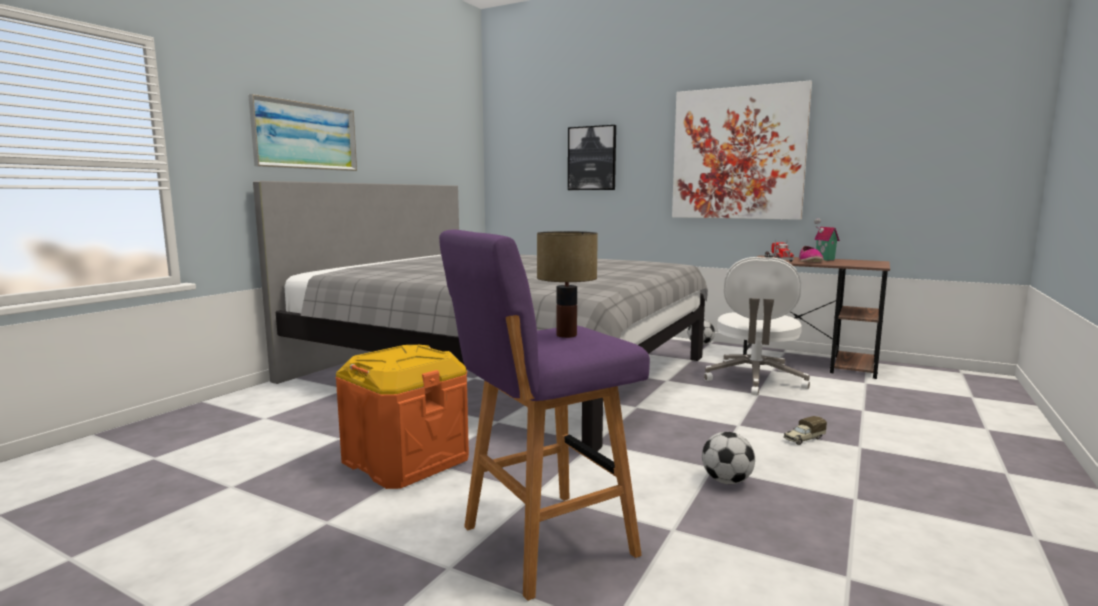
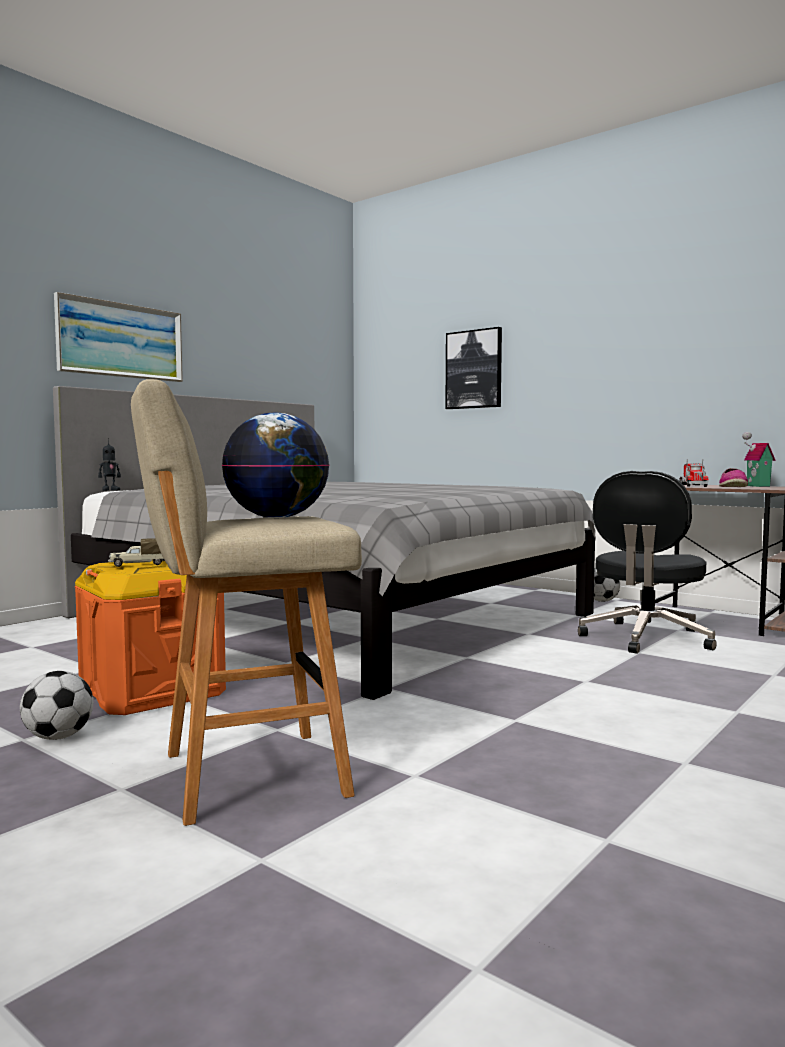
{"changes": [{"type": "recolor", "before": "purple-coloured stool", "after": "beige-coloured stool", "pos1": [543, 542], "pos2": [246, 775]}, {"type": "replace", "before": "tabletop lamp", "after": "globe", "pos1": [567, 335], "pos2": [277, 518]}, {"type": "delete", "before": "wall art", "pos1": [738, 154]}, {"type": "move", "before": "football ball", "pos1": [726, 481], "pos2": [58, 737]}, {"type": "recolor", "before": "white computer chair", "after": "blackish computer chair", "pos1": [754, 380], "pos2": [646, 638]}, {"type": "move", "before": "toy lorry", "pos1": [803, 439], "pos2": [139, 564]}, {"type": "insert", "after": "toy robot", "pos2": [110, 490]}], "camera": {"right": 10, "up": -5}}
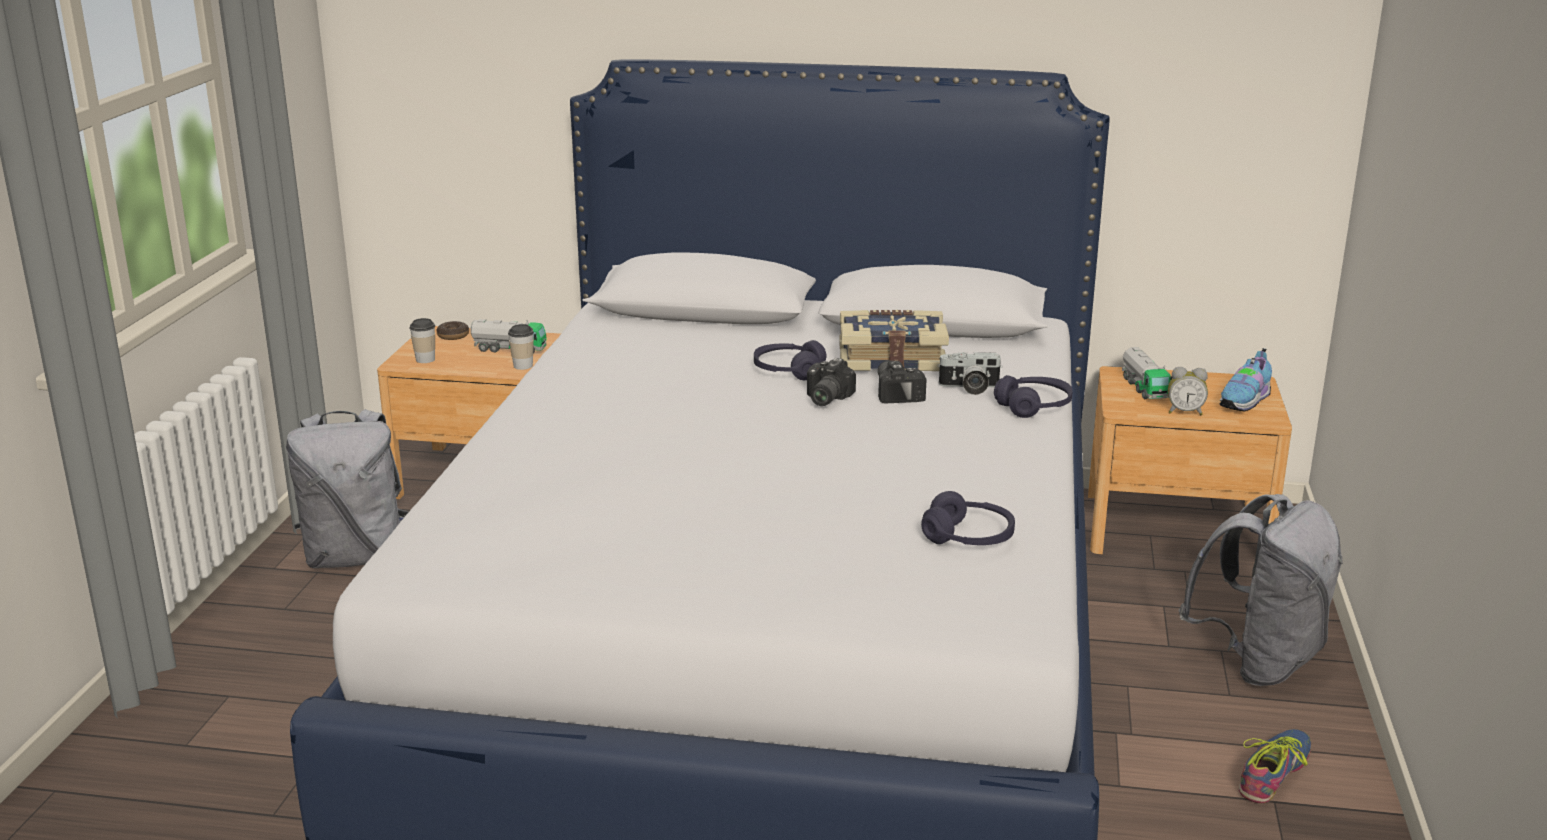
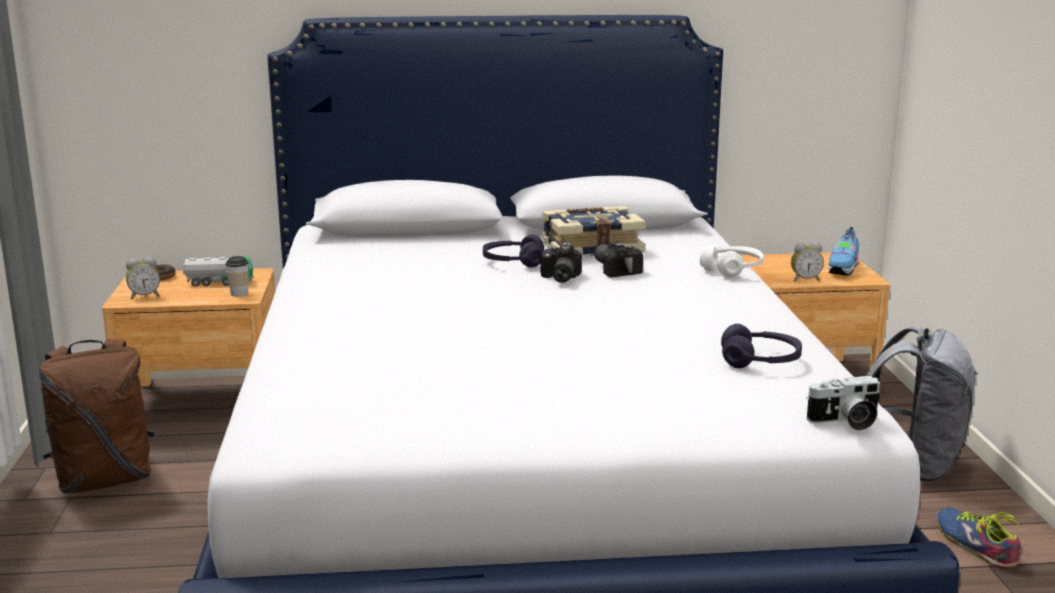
{"changes": [{"type": "recolor", "before": "grey rucksack", "after": "brown rucksack", "pos1": [356, 557], "pos2": [104, 480]}, {"type": "replace", "before": "cup", "after": "bedside clock", "pos1": [425, 359], "pos2": [144, 296]}, {"type": "move", "before": "photo camera", "pos1": [969, 388], "pos2": [845, 422]}, {"type": "recolor", "before": "purple-coloured headphones", "after": "white headphones", "pos1": [1033, 406], "pos2": [731, 269]}, {"type": "delete", "before": "toy lorry", "pos1": [1144, 388]}, {"type": "rotate", "before": "low shoe", "pos1": [1273, 773], "pos2": [974, 545], "turn": -45}], "camera": {"right": -15, "up": -5}}
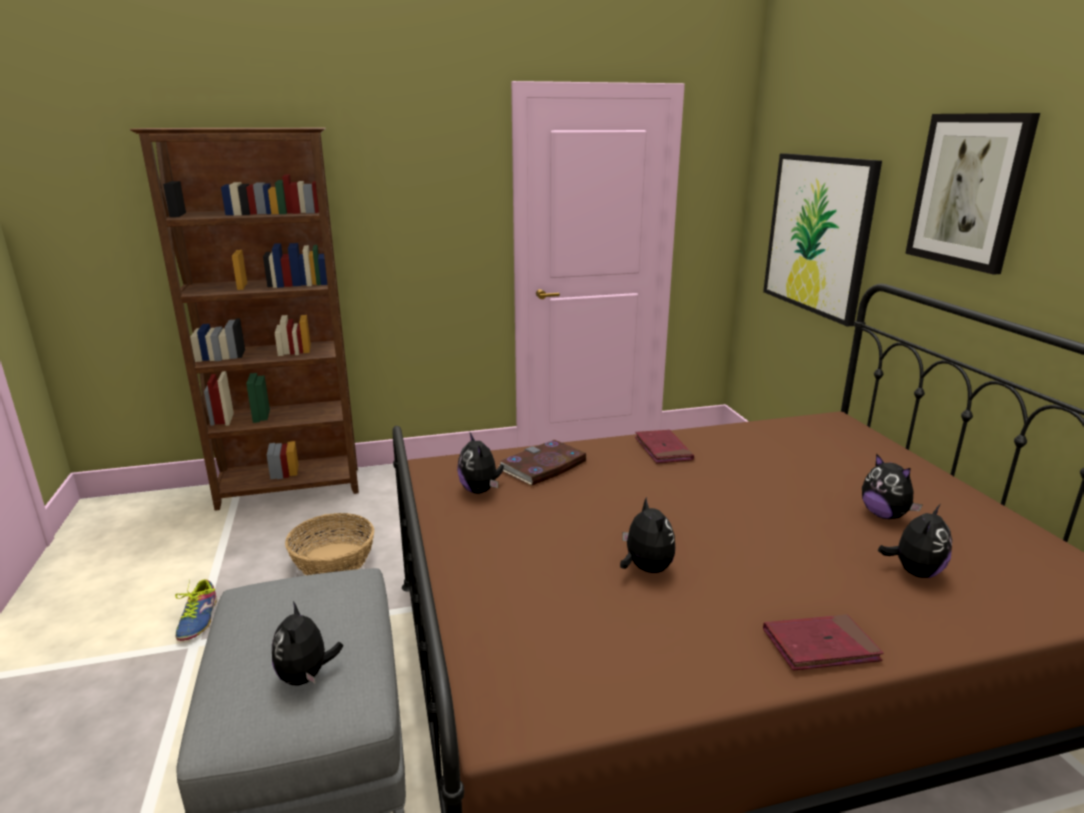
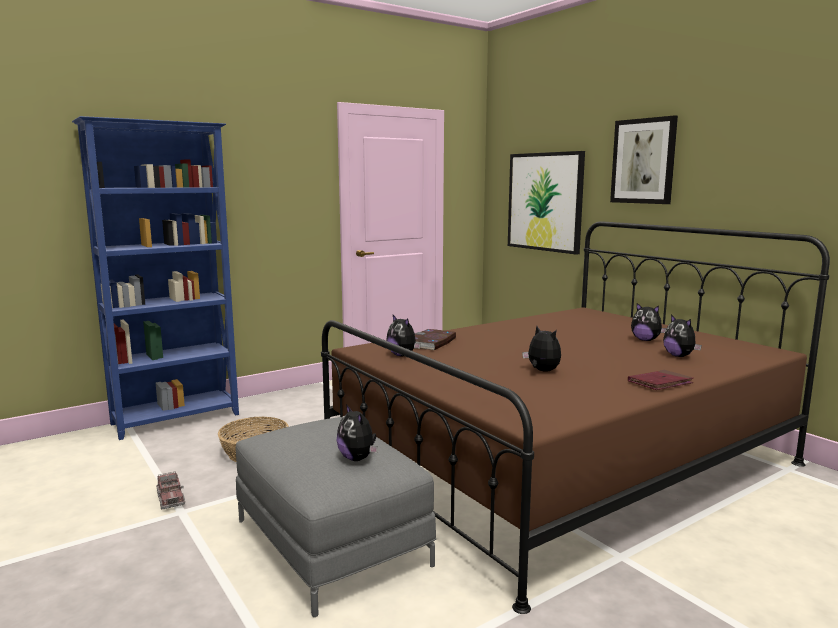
{"changes": [{"type": "recolor", "before": "brown bookshelf", "after": "bluish bookshelf", "pos1": [291, 489], "pos2": [177, 419]}, {"type": "replace", "before": "low shoe", "after": "toy lorry", "pos1": [198, 619], "pos2": [170, 499]}, {"type": "delete", "before": "red-coloured book", "pos1": [663, 449]}, {"type": "rotate", "before": "cuddly toy", "pos1": [914, 571], "pos2": [679, 356], "turn": 135}], "camera": {"right": -20, "up": -10}}
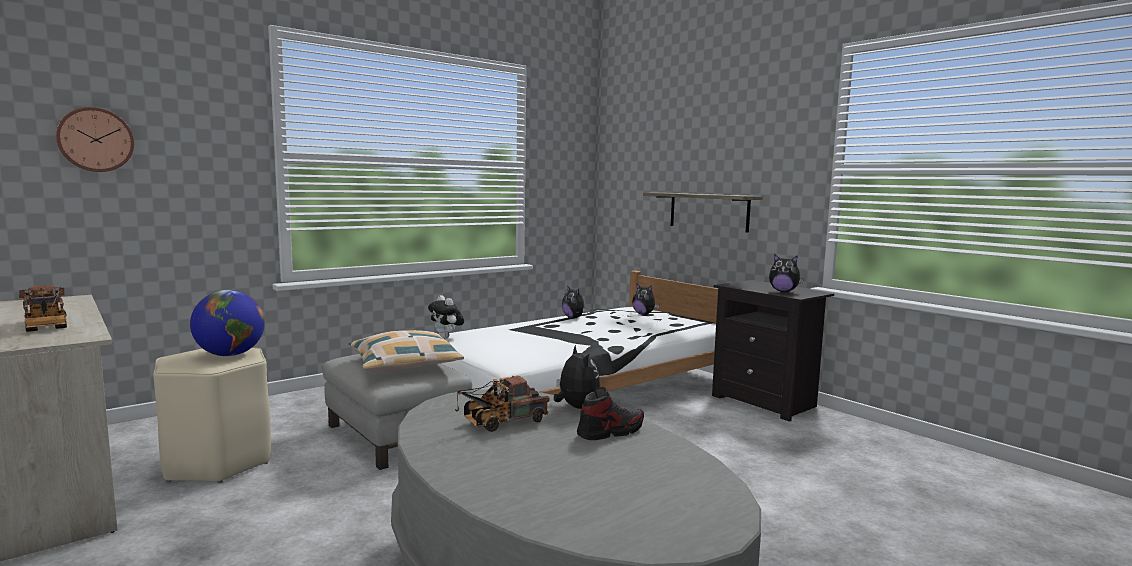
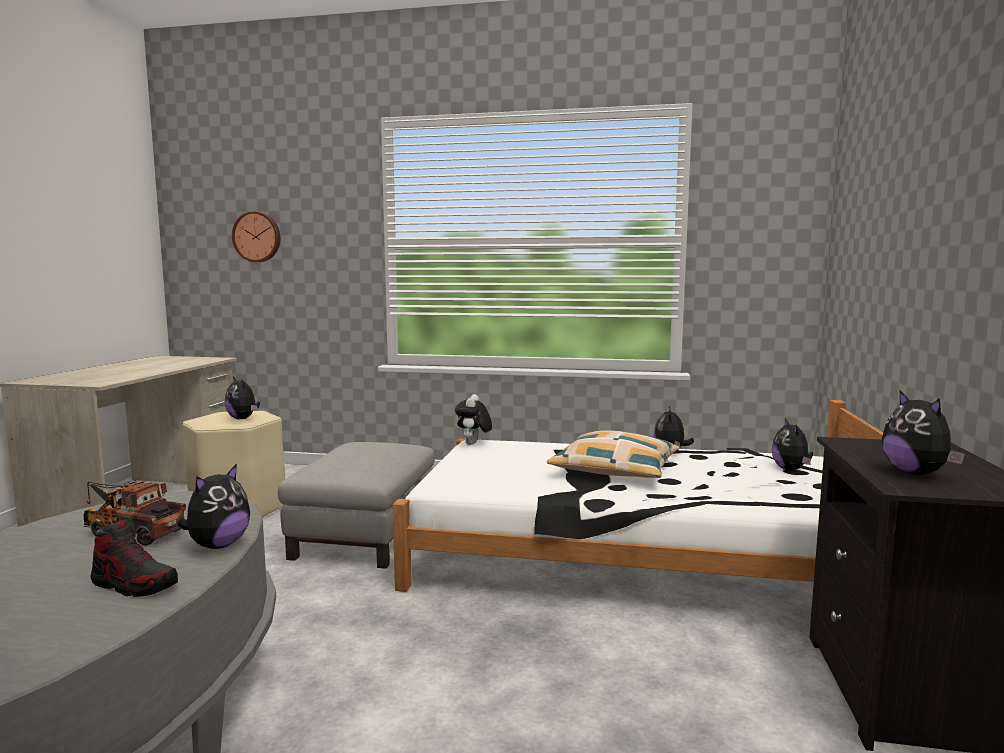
{"changes": [{"type": "delete", "before": "toy lorry", "pos1": [45, 326]}, {"type": "replace", "before": "globe", "after": "cuddly toy", "pos1": [230, 355], "pos2": [243, 418]}, {"type": "move", "before": "cushion", "pos1": [404, 364], "pos2": [614, 469]}, {"type": "delete", "before": "shelf", "pos1": [708, 211]}], "camera": {"right": 50, "up": 0}}
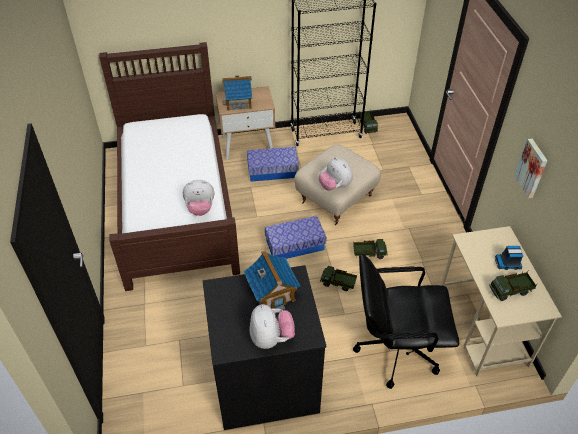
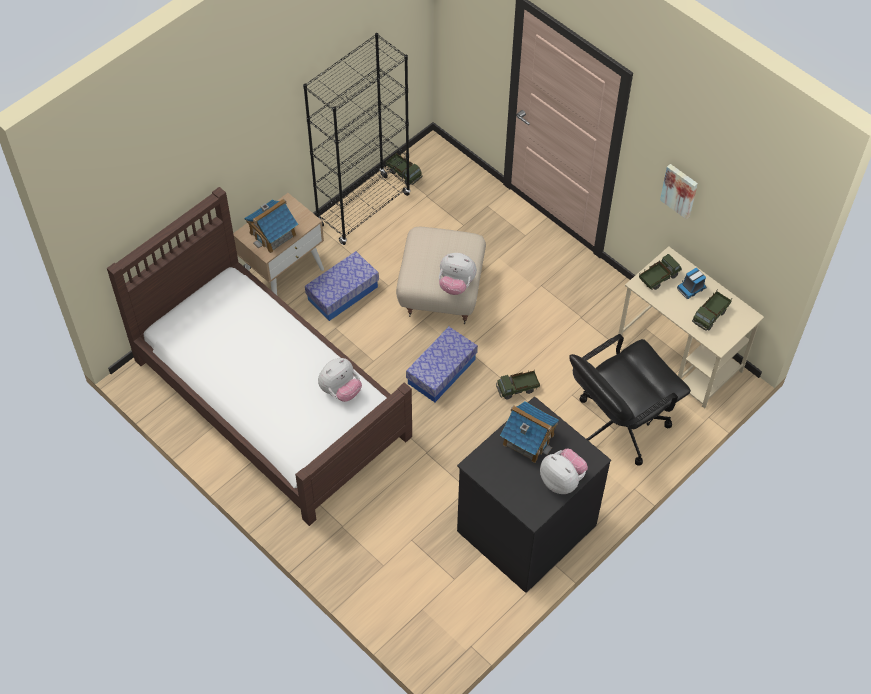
{"changes": [{"type": "move", "before": "toy lorry", "pos1": [369, 254], "pos2": [658, 278]}], "camera": {"right": -35, "up": 10}}
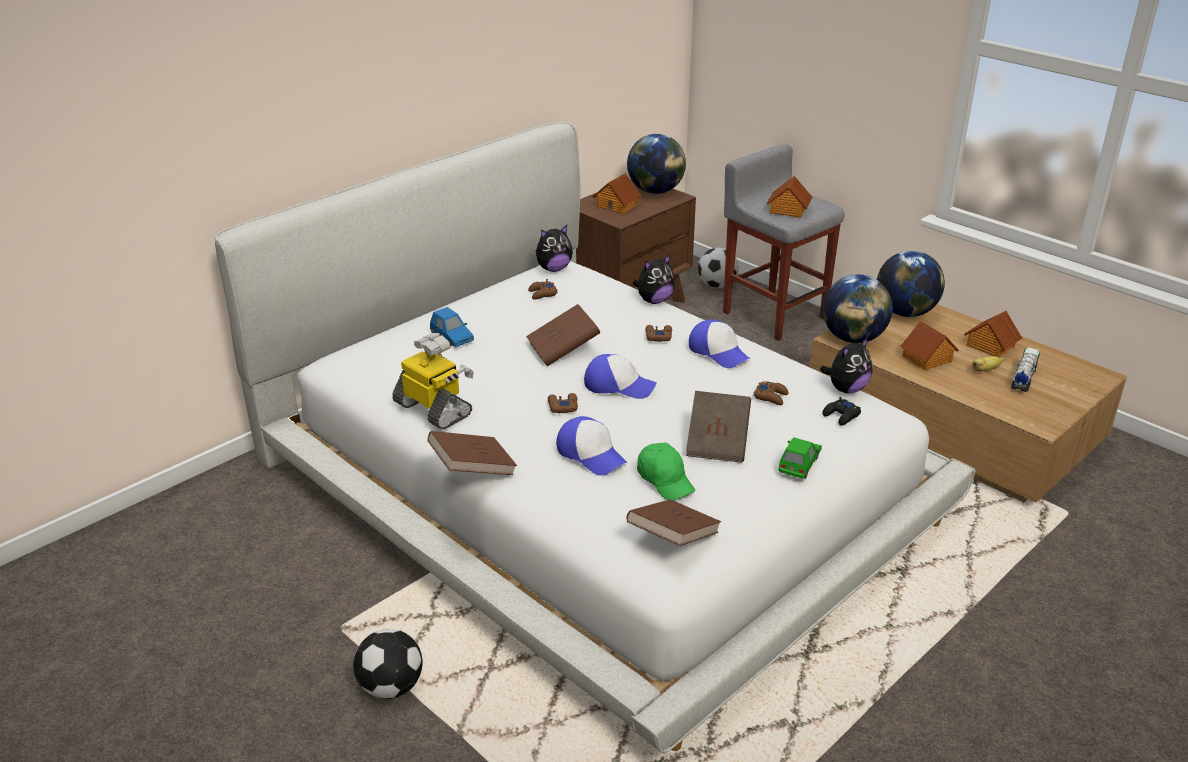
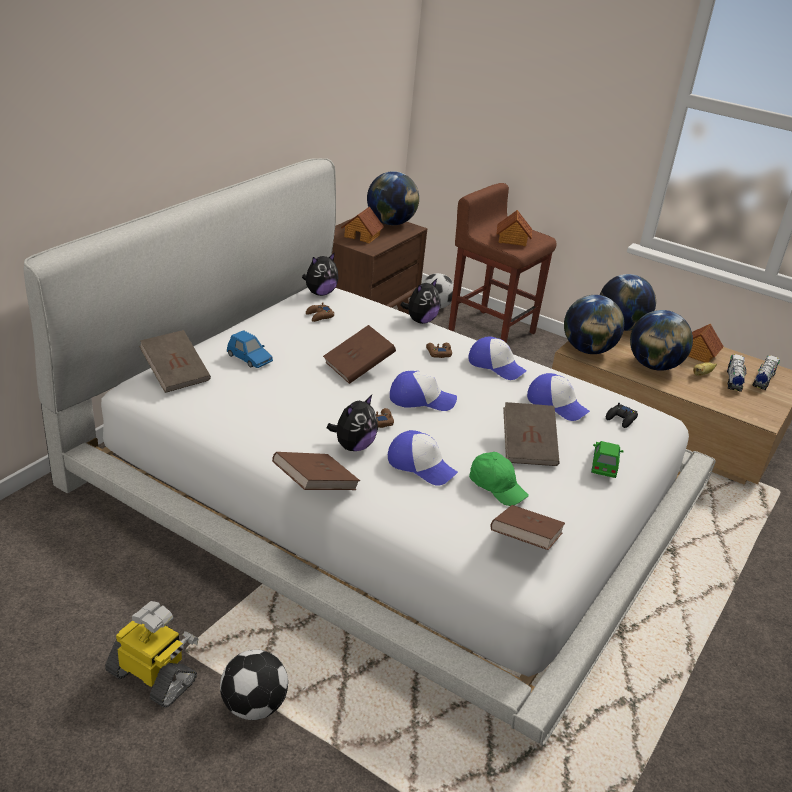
{"changes": [{"type": "move", "before": "toy robot", "pos1": [434, 409], "pos2": [153, 677]}, {"type": "recolor", "before": "grey stool", "after": "brown stool", "pos1": [773, 314], "pos2": [490, 330]}, {"type": "replace", "before": "brown joypad", "after": "baseball cap", "pos1": [771, 396], "pos2": [556, 404]}, {"type": "move", "before": "cuddly toy", "pos1": [846, 389], "pos2": [353, 446]}, {"type": "replace", "before": "toy house", "after": "globe", "pos1": [927, 359], "pos2": [653, 366]}, {"type": "insert", "after": "brown book", "pos2": [175, 375]}, {"type": "insert", "after": "toy lorry", "pos2": [763, 380]}], "camera": {"right": -15, "up": 0}}
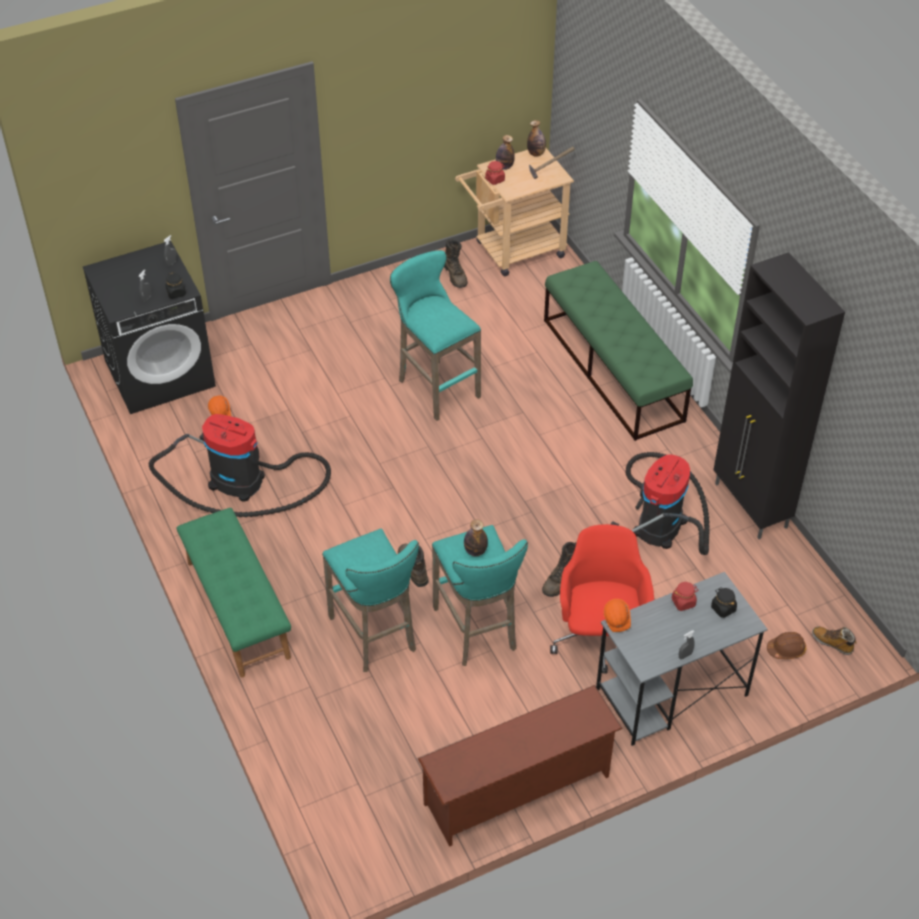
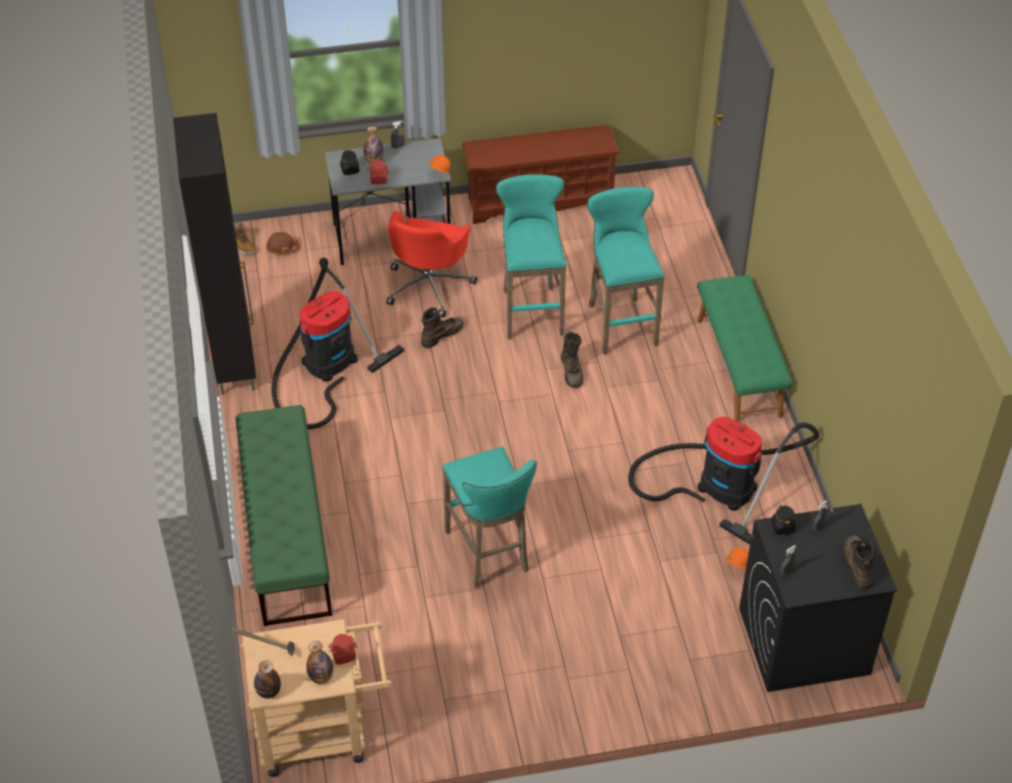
{"changes": [{"type": "move", "before": "brown tall boot", "pos1": [455, 275], "pos2": [856, 565]}, {"type": "move", "before": "beverage bottle", "pos1": [475, 551], "pos2": [374, 161]}], "camera": {"right": -165, "up": 0}}
